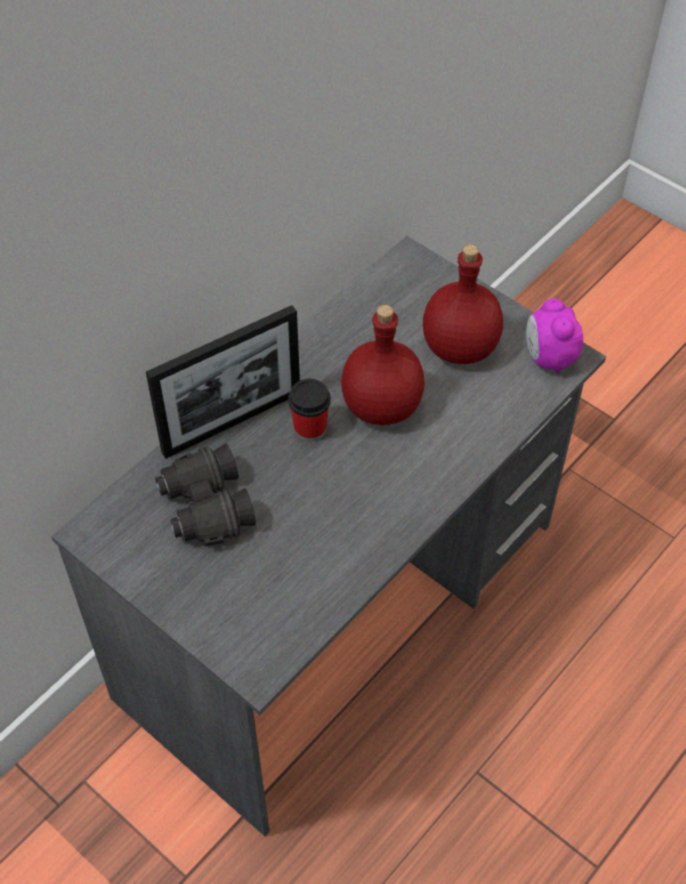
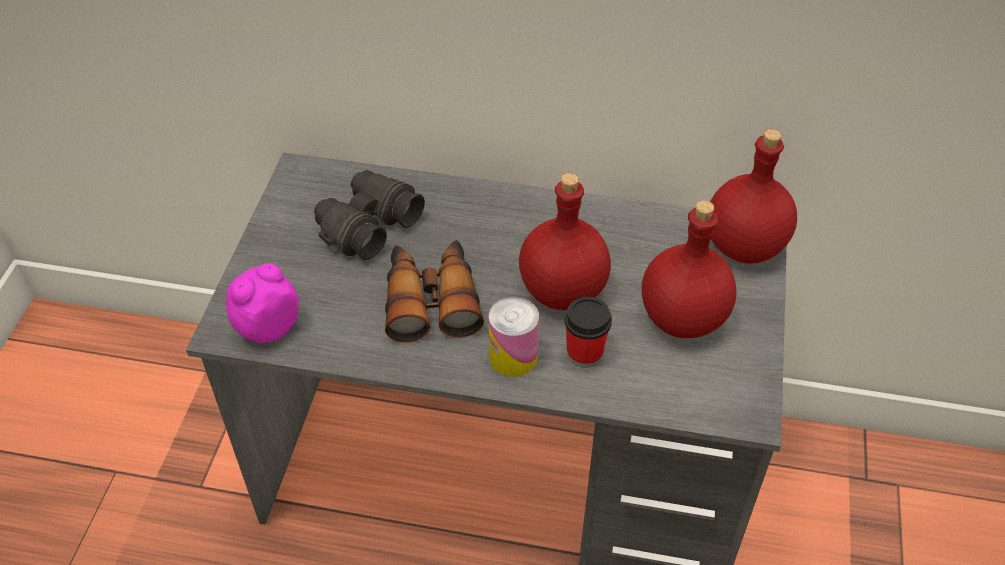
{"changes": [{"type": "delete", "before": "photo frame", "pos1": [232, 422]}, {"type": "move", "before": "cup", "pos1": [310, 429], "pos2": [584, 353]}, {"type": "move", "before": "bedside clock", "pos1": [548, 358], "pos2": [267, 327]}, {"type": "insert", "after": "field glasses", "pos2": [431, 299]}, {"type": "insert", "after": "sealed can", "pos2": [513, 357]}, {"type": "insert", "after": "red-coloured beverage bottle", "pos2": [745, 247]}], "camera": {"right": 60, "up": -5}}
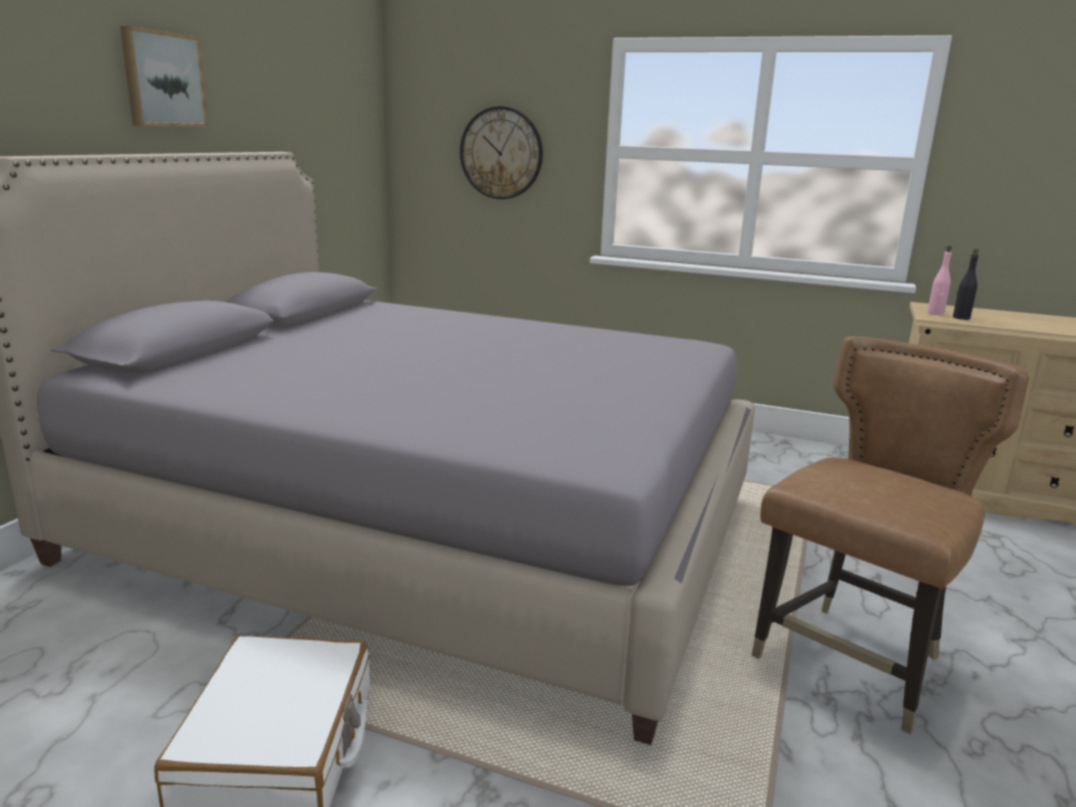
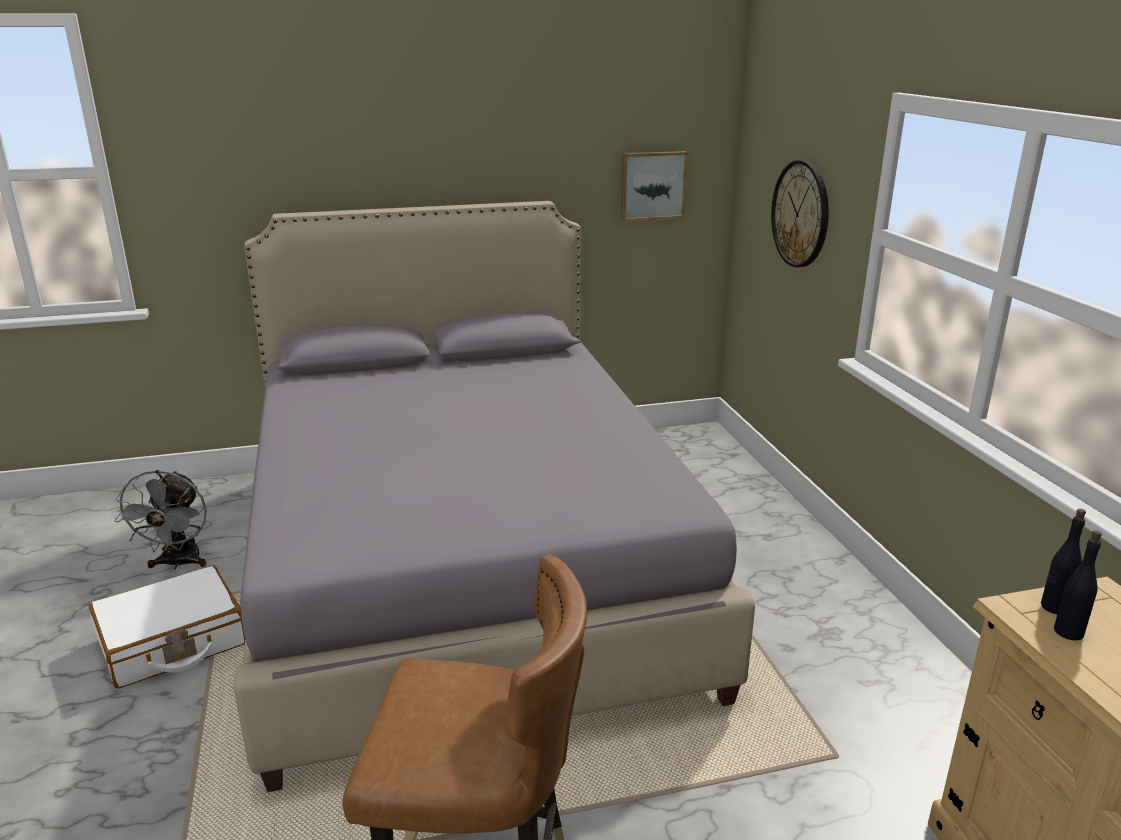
{"changes": [{"type": "move", "before": "wall art", "pos1": [162, 79], "pos2": [652, 185]}, {"type": "recolor", "before": "pink beverage bottle", "after": "blackish beverage bottle", "pos1": [935, 313], "pos2": [1054, 607]}, {"type": "insert", "after": "grey fan", "pos2": [178, 563]}], "camera": {"right": 55, "up": 5}}
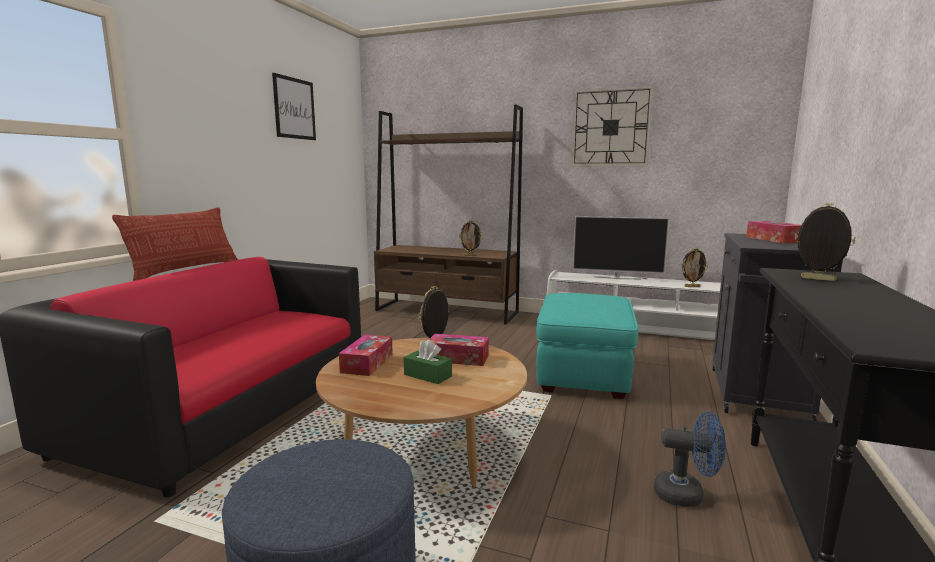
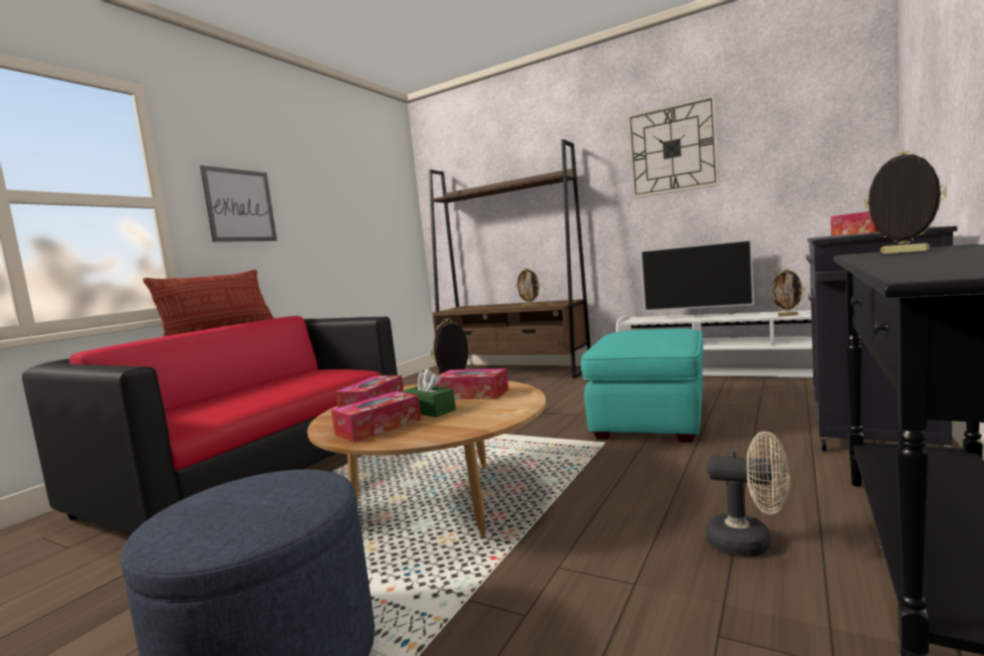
{"changes": [{"type": "move", "before": "wall art", "pos1": [294, 108], "pos2": [240, 205]}, {"type": "recolor", "before": "bluish fan", "after": "beige-coloured fan", "pos1": [687, 495], "pos2": [750, 543]}, {"type": "insert", "after": "tissue box", "pos2": [378, 427]}], "camera": {"right": 10, "up": -5}}
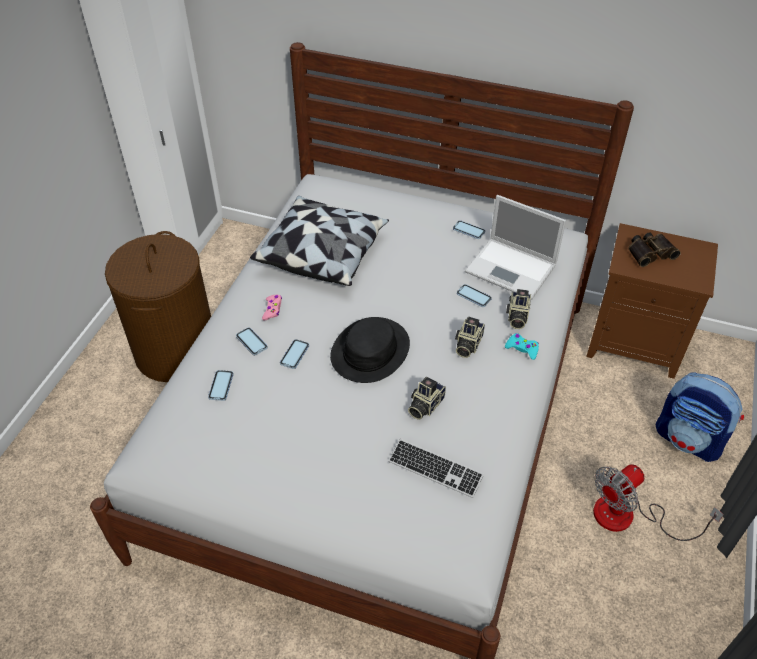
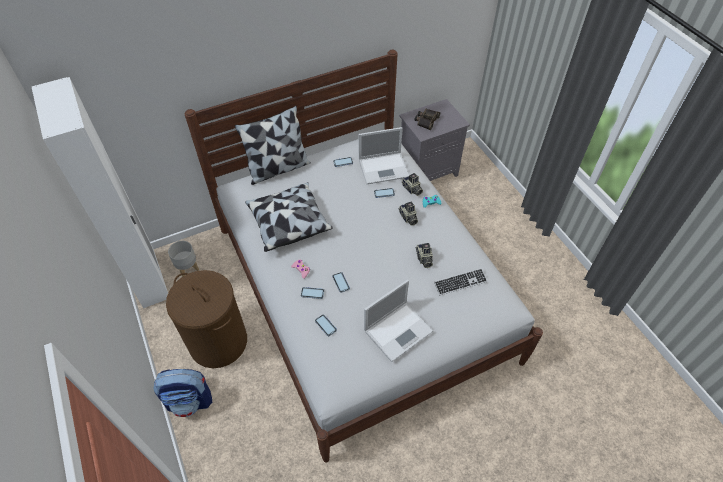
{"changes": [{"type": "delete", "before": "blackish wearable hat", "pos1": [370, 351]}, {"type": "recolor", "before": "brown bedside table", "after": "grey bedside table", "pos1": [635, 343], "pos2": [427, 170]}, {"type": "delete", "before": "fan", "pos1": [628, 517]}, {"type": "move", "before": "rucksack", "pos1": [689, 439], "pos2": [190, 401]}, {"type": "insert", "after": "grey planter", "pos2": [188, 268]}, {"type": "insert", "after": "cushion", "pos2": [278, 168]}, {"type": "insert", "after": "laptop", "pos2": [399, 330]}], "camera": {"right": -45, "up": 5}}
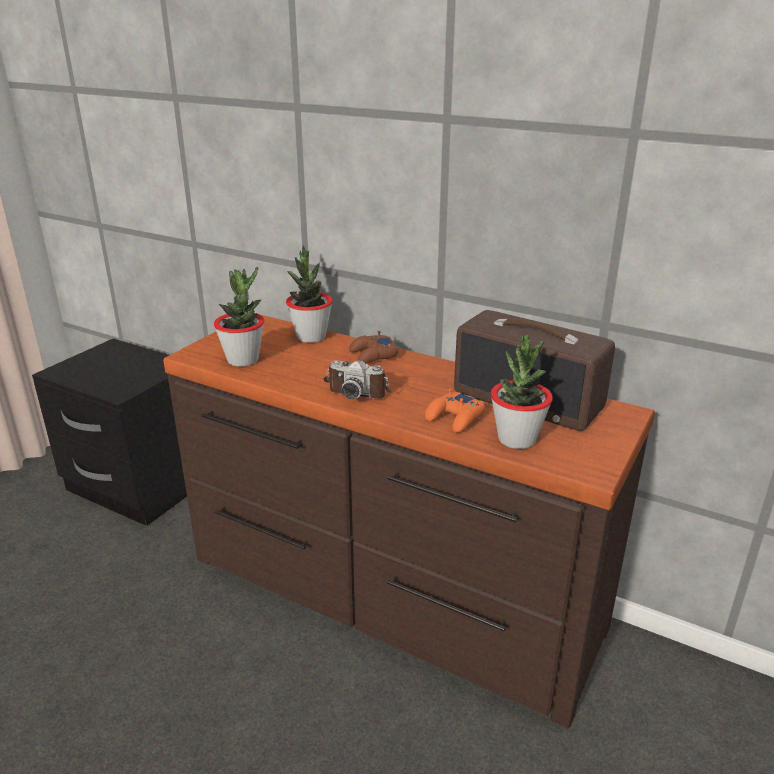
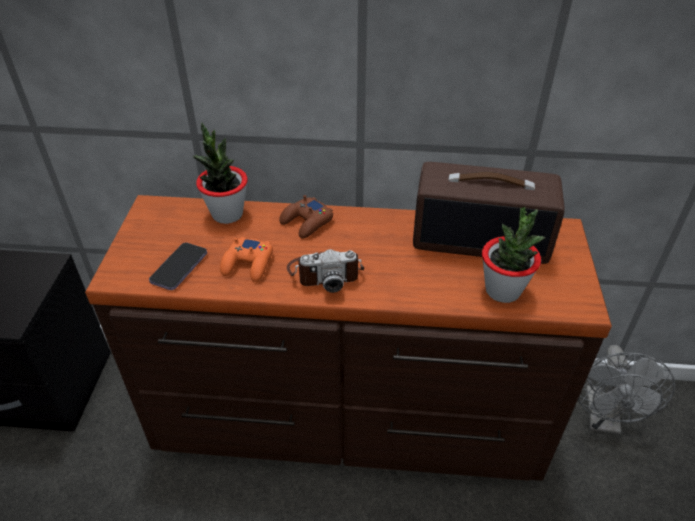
{"changes": [{"type": "replace", "before": "plant in a pot", "after": "handset", "pos1": [243, 360], "pos2": [179, 268]}, {"type": "move", "before": "orange-coloured joypad", "pos1": [455, 418], "pos2": [248, 264]}, {"type": "insert", "after": "grey fan", "pos2": [603, 419]}], "camera": {"right": -25, "up": 15}}
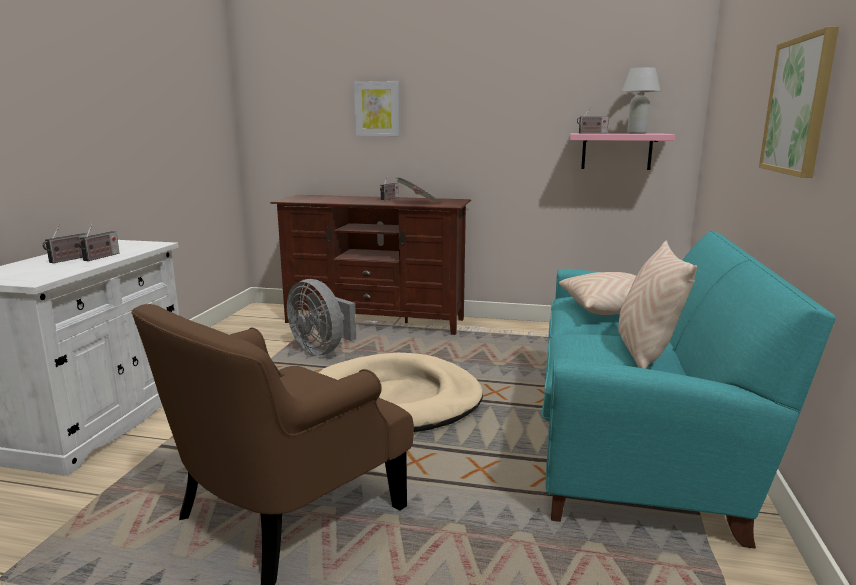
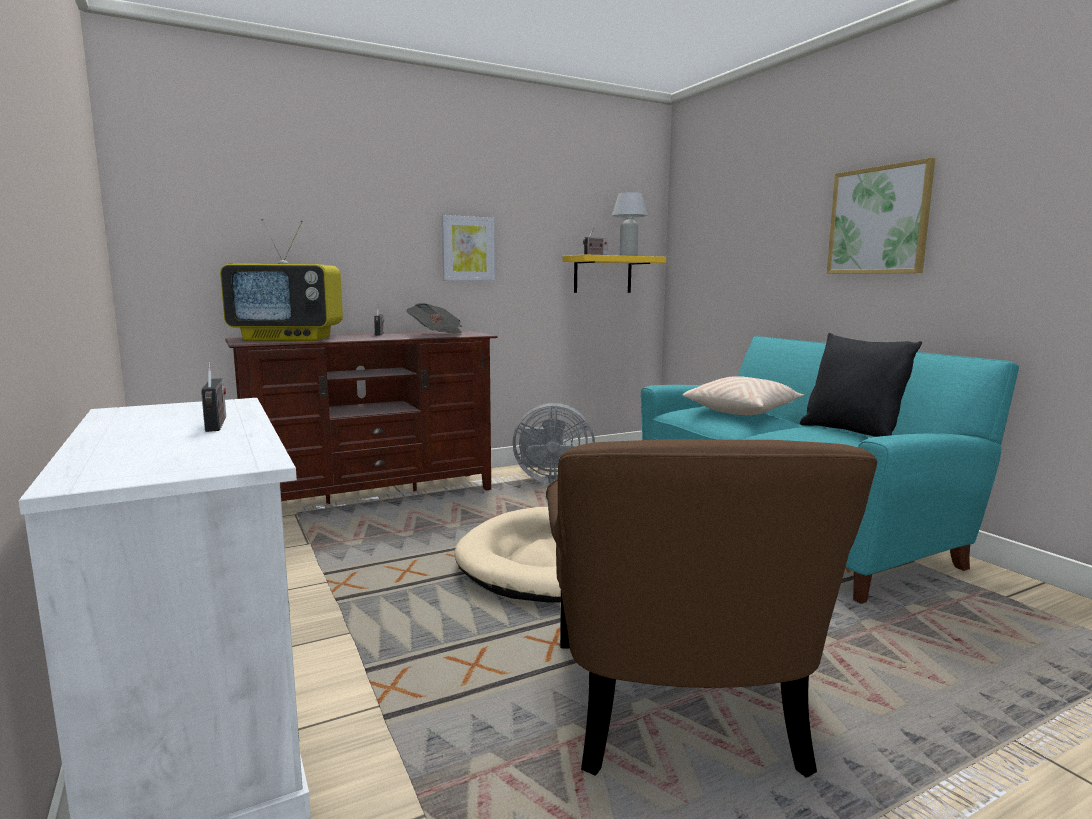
{"changes": [{"type": "delete", "before": "radio set", "pos1": [69, 259]}, {"type": "move", "before": "grey fan", "pos1": [322, 350], "pos2": [550, 480]}, {"type": "move", "before": "wall art", "pos1": [377, 109], "pos2": [468, 248]}, {"type": "recolor", "before": "pink shelf", "after": "yellowish shelf", "pos1": [616, 151], "pos2": [602, 274]}, {"type": "recolor", "before": "beige-coloured cushion", "after": "blackish cushion", "pos1": [645, 352], "pos2": [850, 432]}, {"type": "insert", "after": "television", "pos2": [289, 339]}], "camera": {"right": -40, "up": -5}}
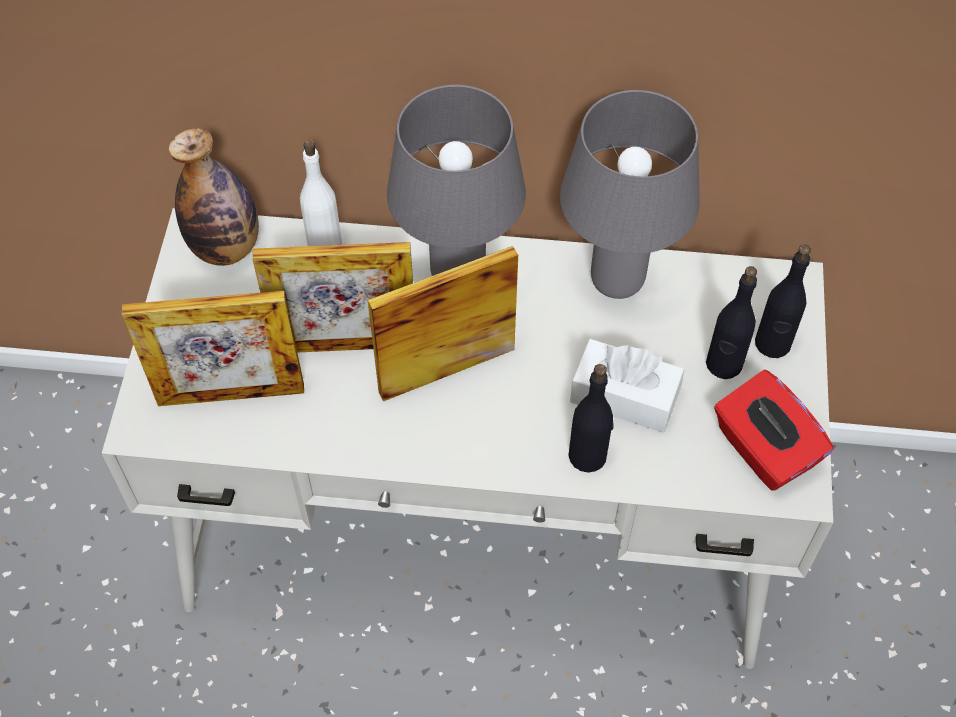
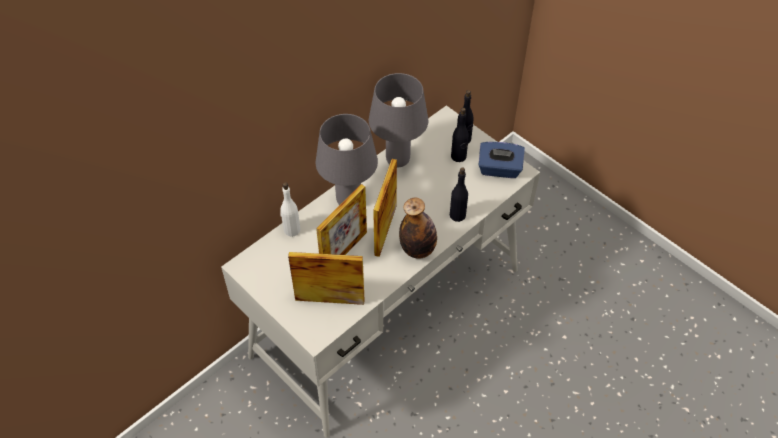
{"changes": [{"type": "rotate", "before": "photo frame", "pos1": [231, 394], "pos2": [329, 300], "turn": -120}, {"type": "move", "before": "beverage bottle", "pos1": [226, 247], "pos2": [418, 249]}, {"type": "delete", "before": "white tissue box", "pos1": [624, 396]}, {"type": "recolor", "before": "red-coloured tissue box", "after": "bluish tissue box", "pos1": [763, 450], "pos2": [499, 169]}], "camera": {"right": -50, "up": -5}}
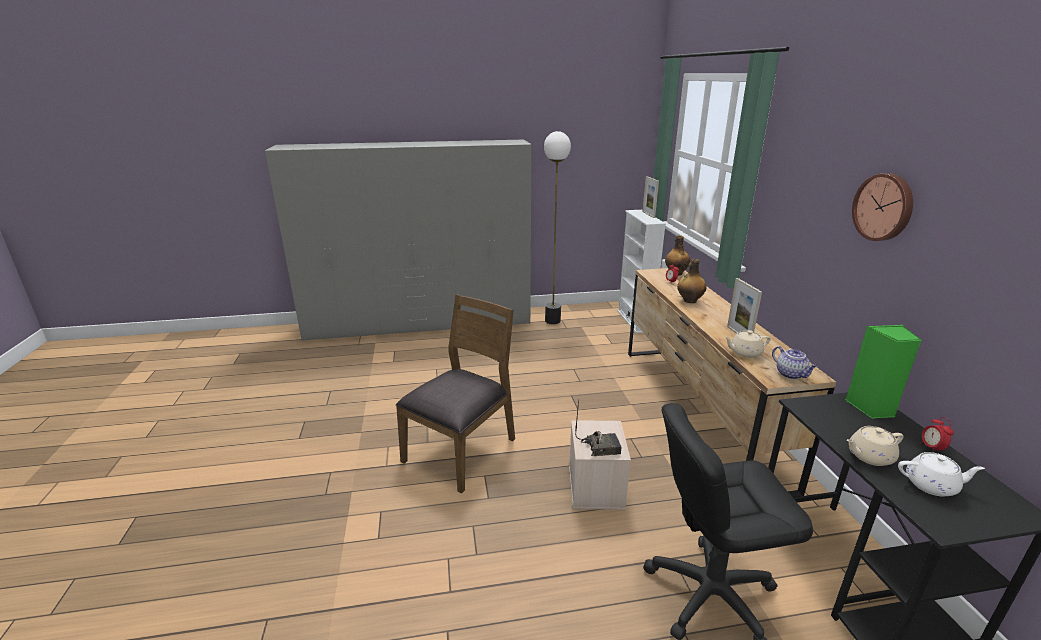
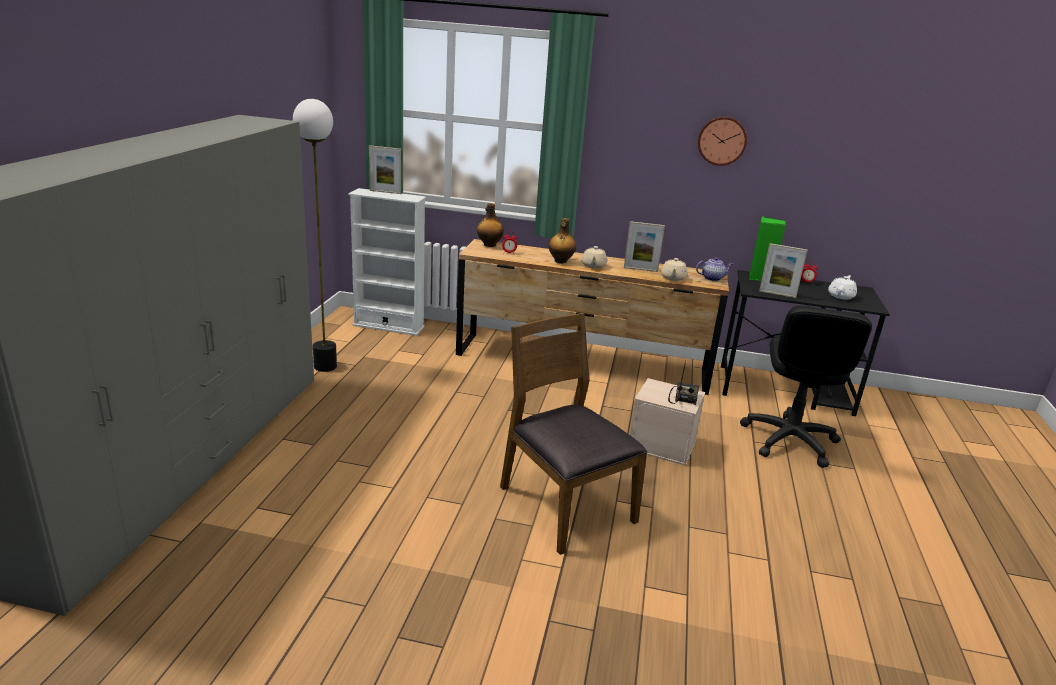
{"changes": [{"type": "move", "before": "beige-coloured tea pot", "pos1": [869, 456], "pos2": [593, 266]}, {"type": "insert", "after": "photo frame", "pos2": [777, 294]}], "camera": {"right": -70, "up": 0}}
